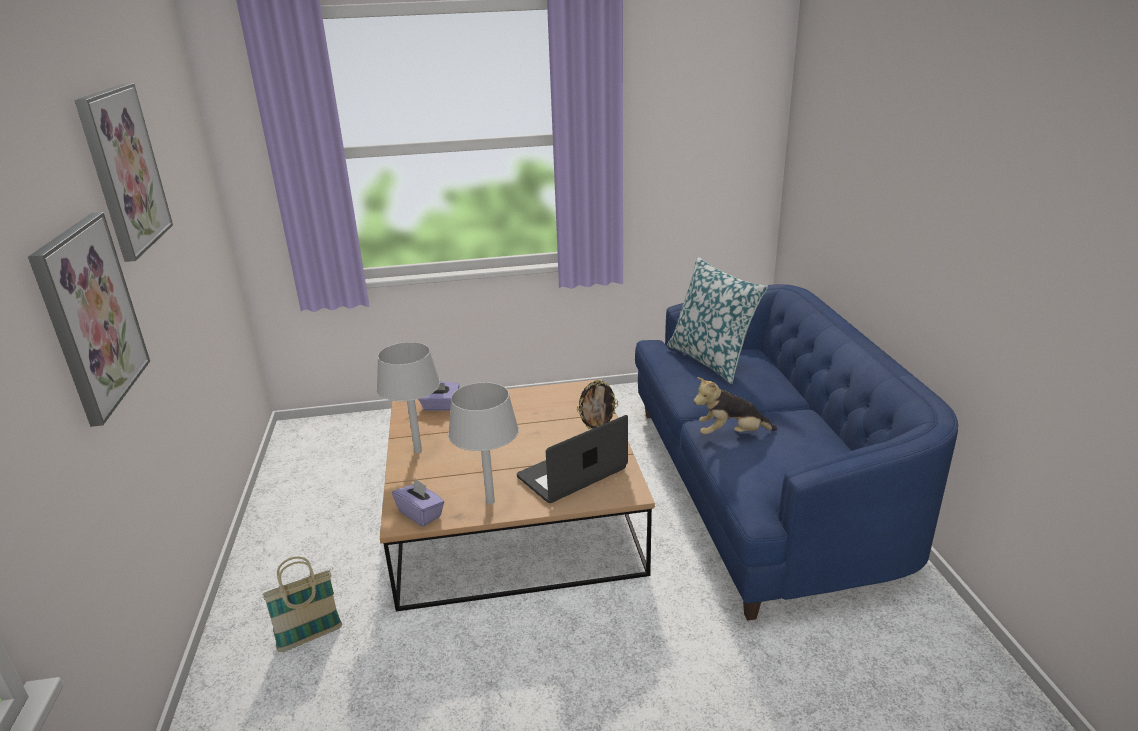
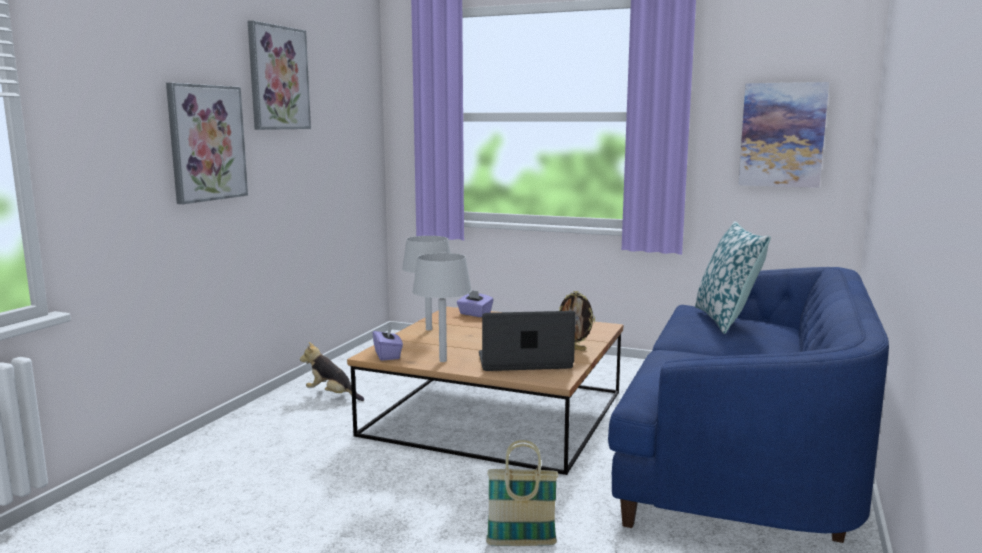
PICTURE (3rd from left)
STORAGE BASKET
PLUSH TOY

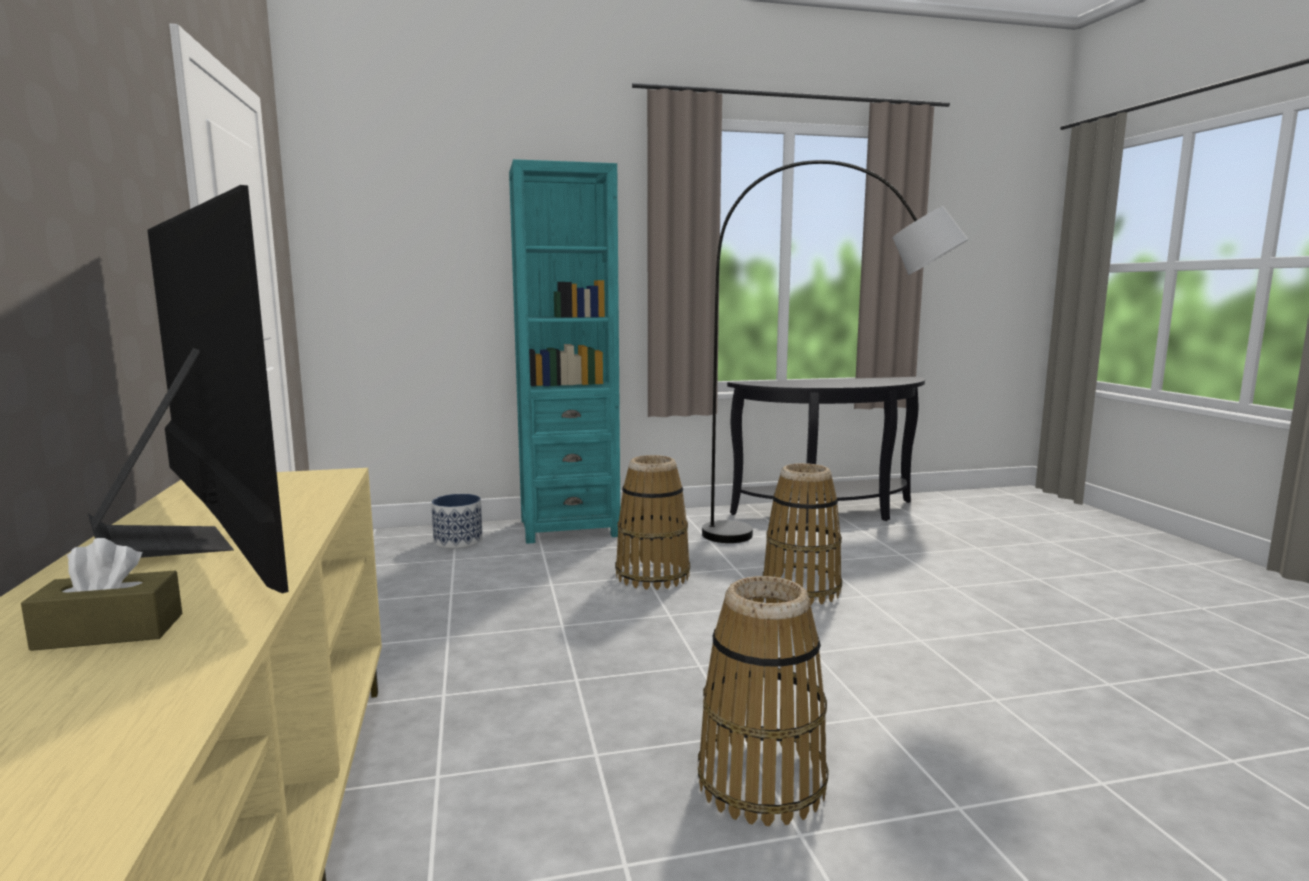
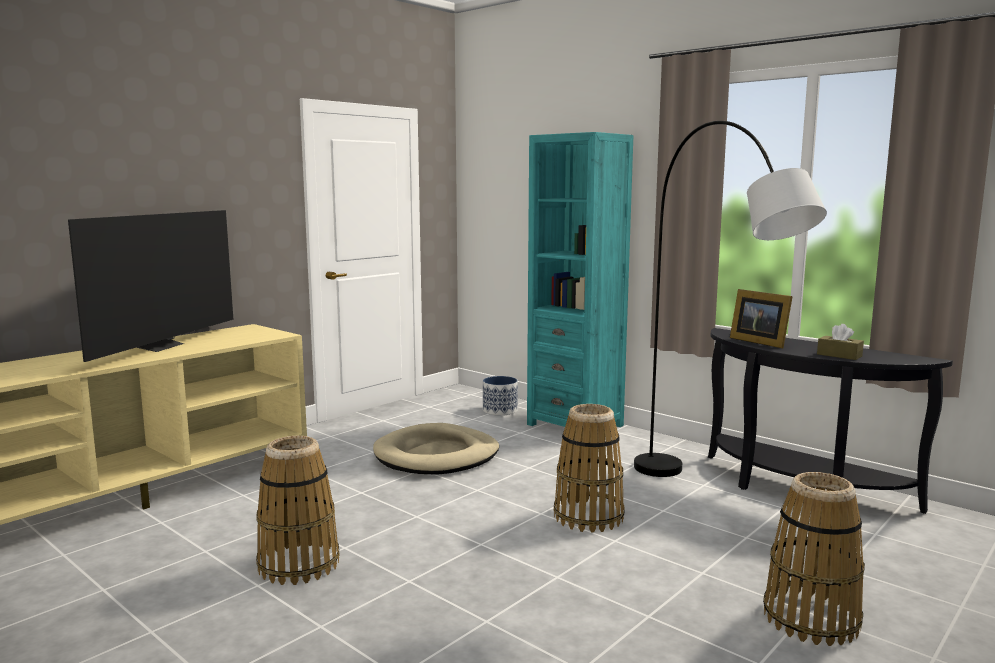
BEIGE DOG CUSHION
STANDING FRAME
BROWN-COLOURED TISSUE BOX
STORAGE BASKET (3rd from left)

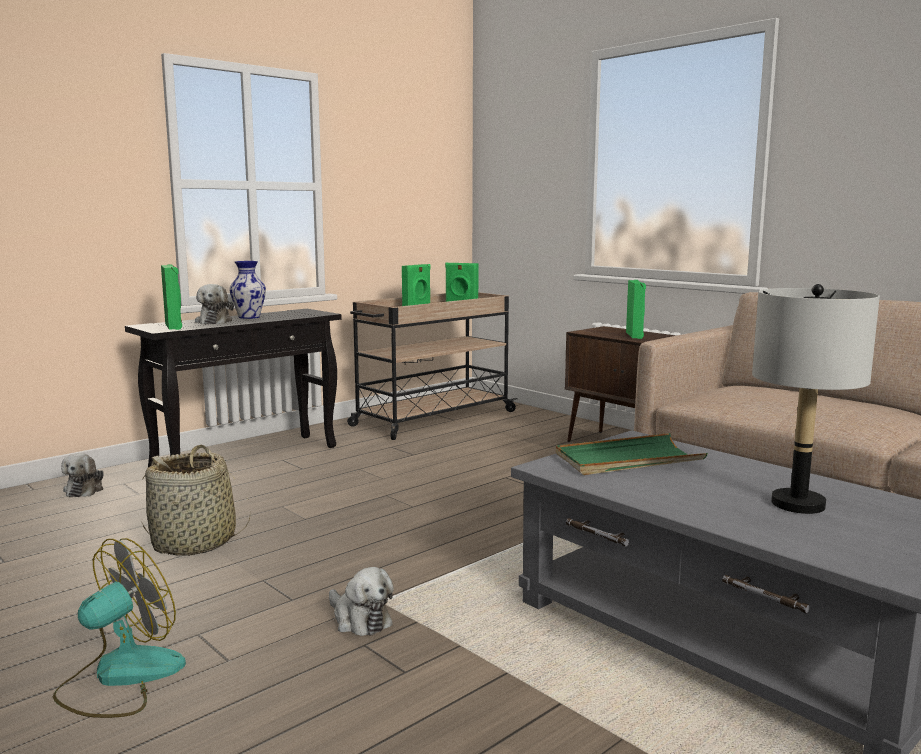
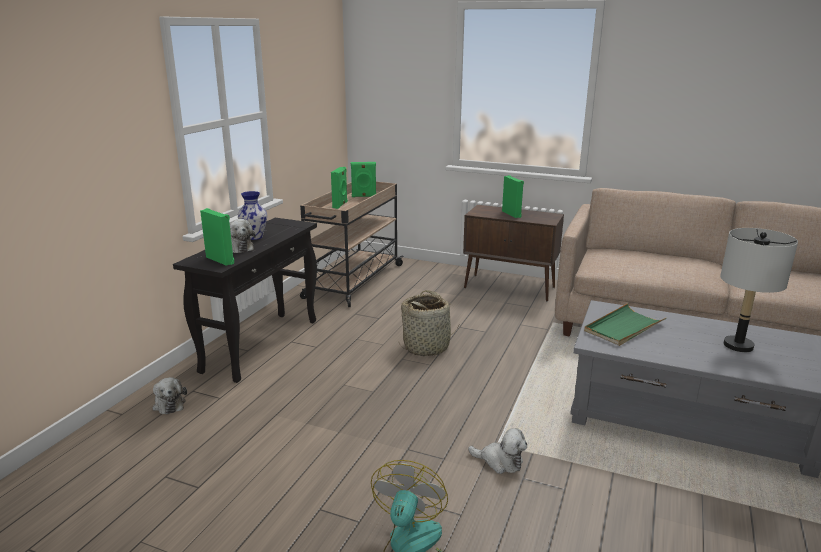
STORAGE BASKET

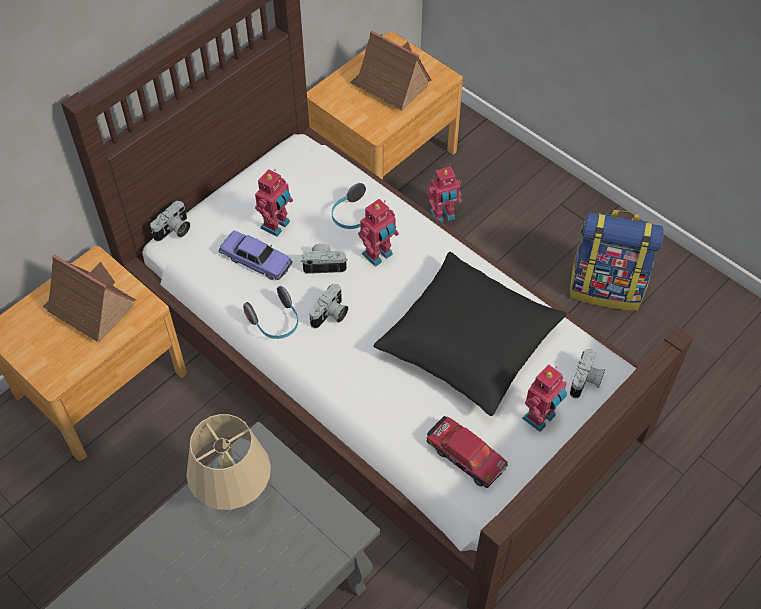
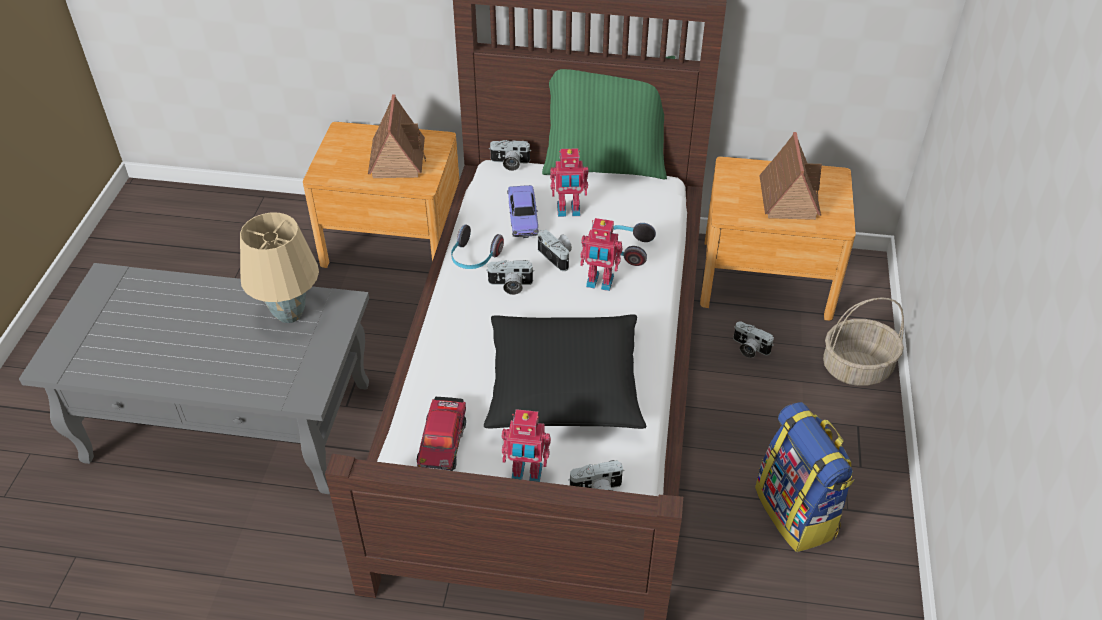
GREEN PILLOW
STORAGE BASKET
STILL CAMERA (5th from left)

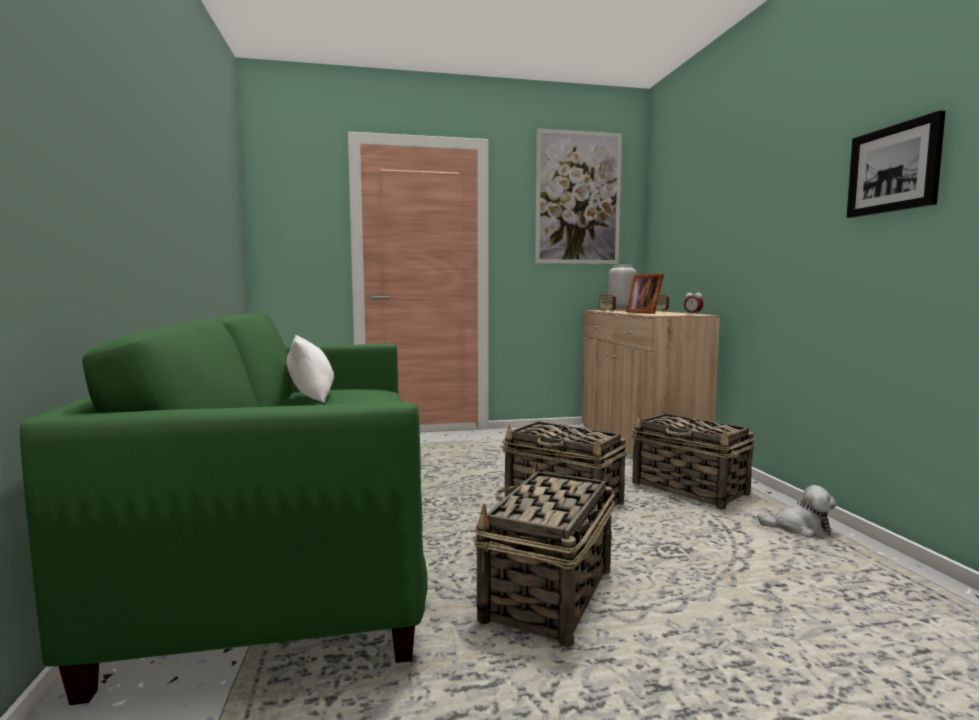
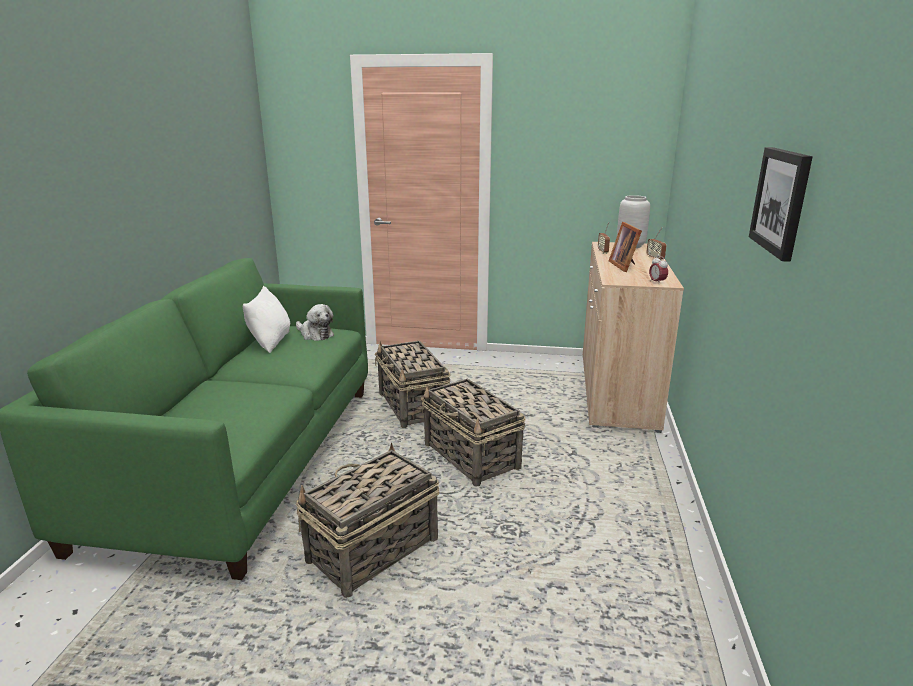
PICTURE (1st from left in the first image)
STORAGE BASKET (2nd from left)
PLUSH TOY

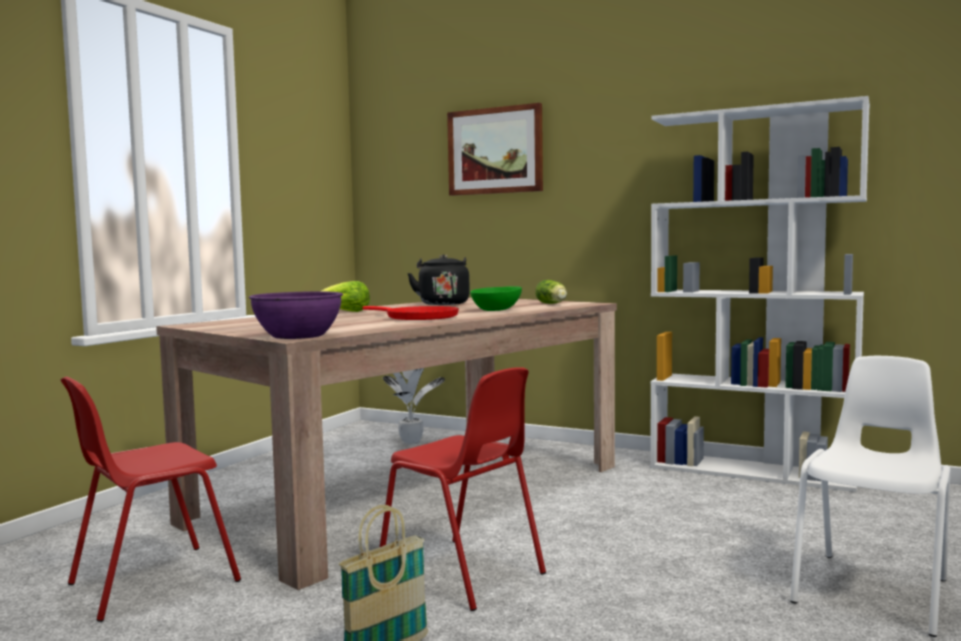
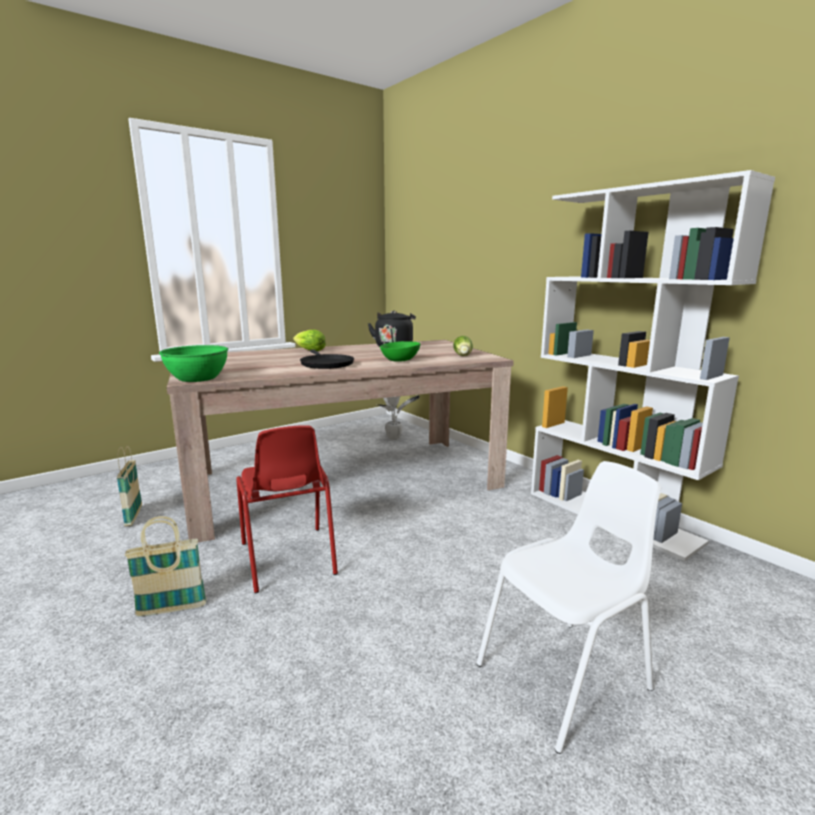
PICTURE
STORAGE BASKET (1st from left)
GREEN BOWL (1st from left)
BLACK PAN

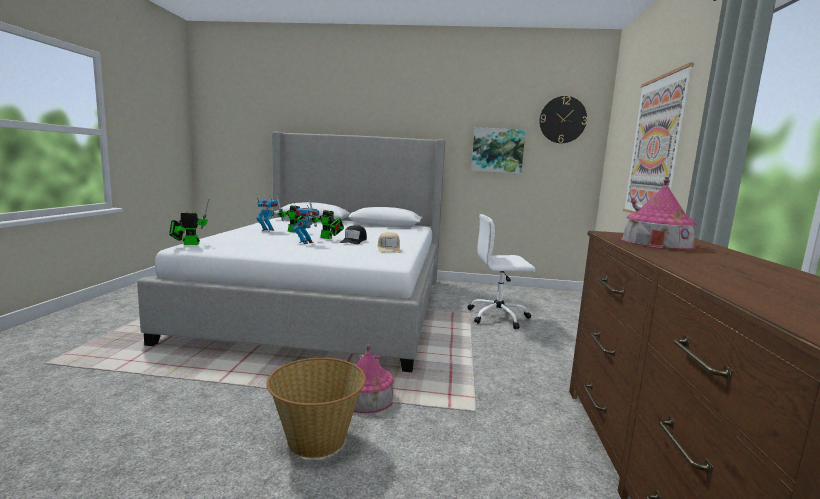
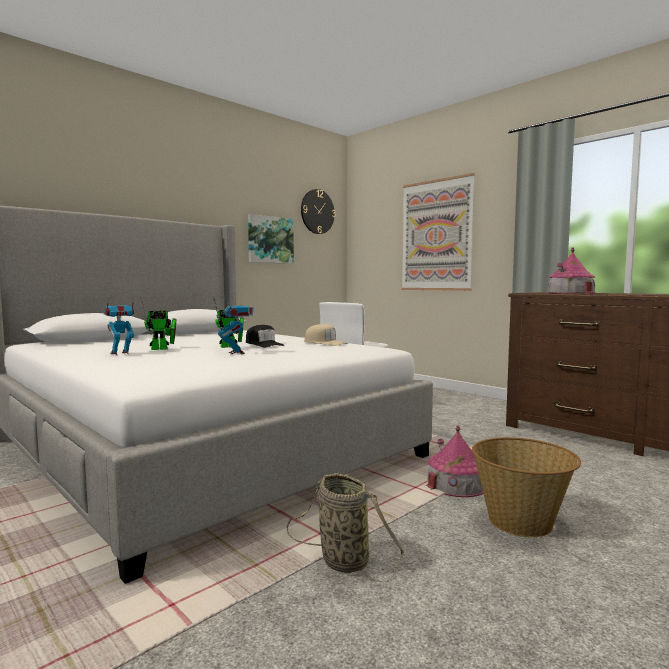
ROBOT FIGURE (1st from left in the first image)
STORAGE BASKET (1st from left)

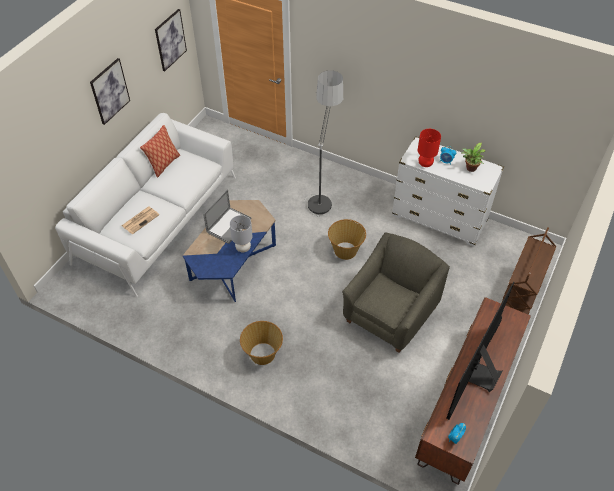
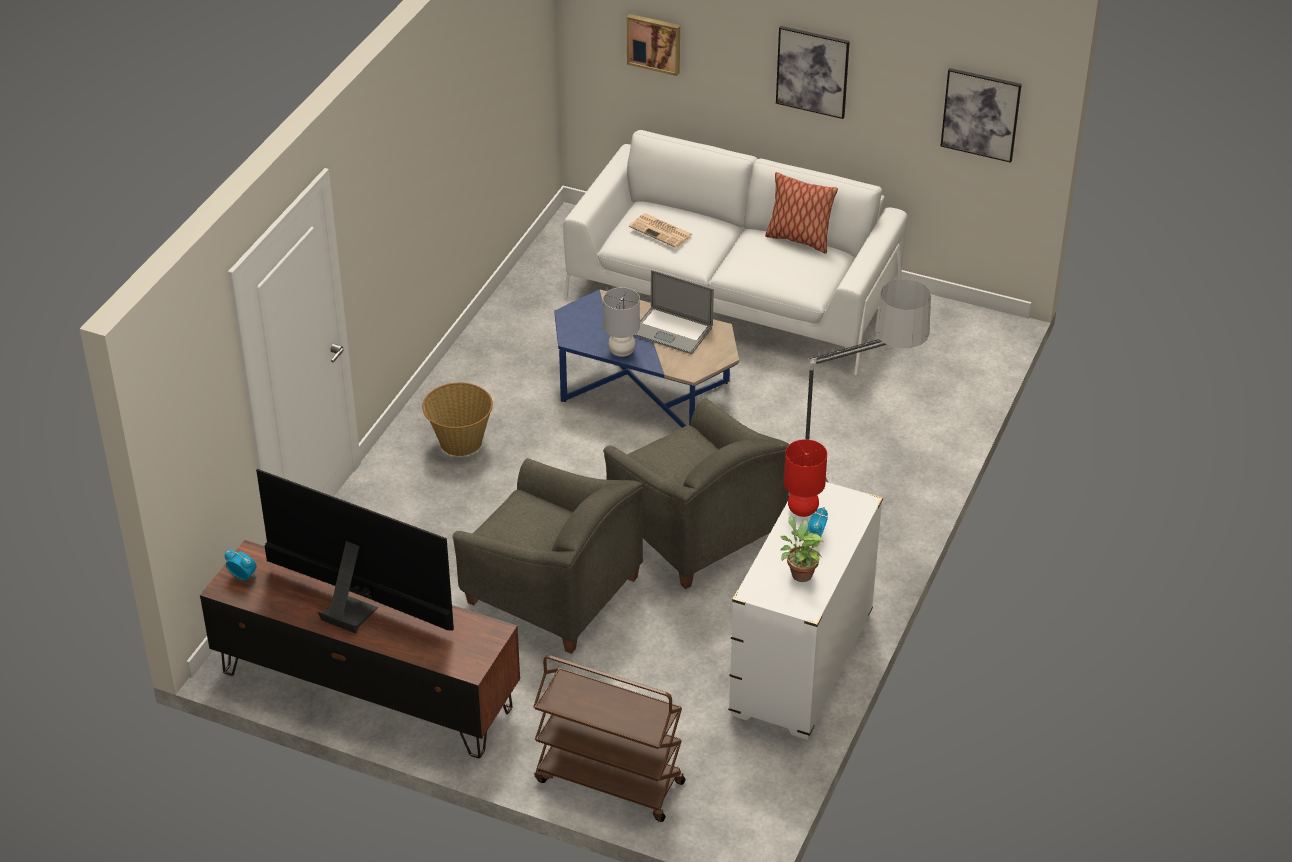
PICTURE (1st from left)
GREY EASY CHAIR (2nd from left)

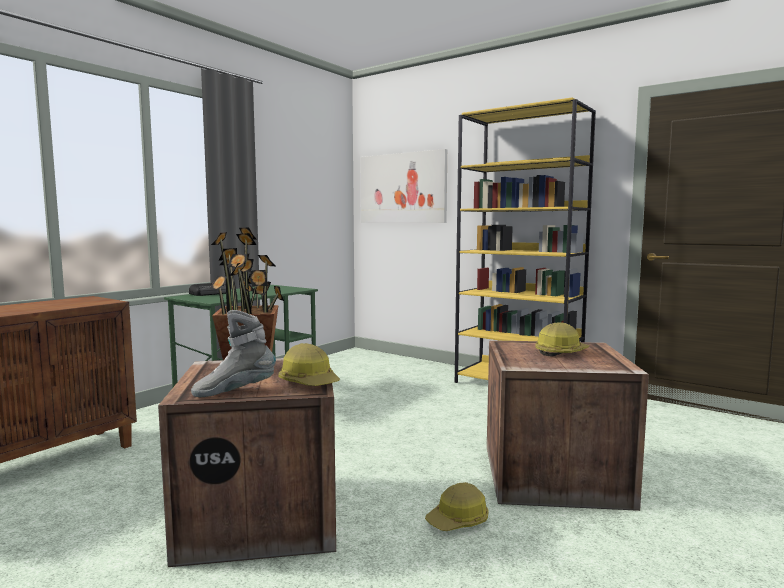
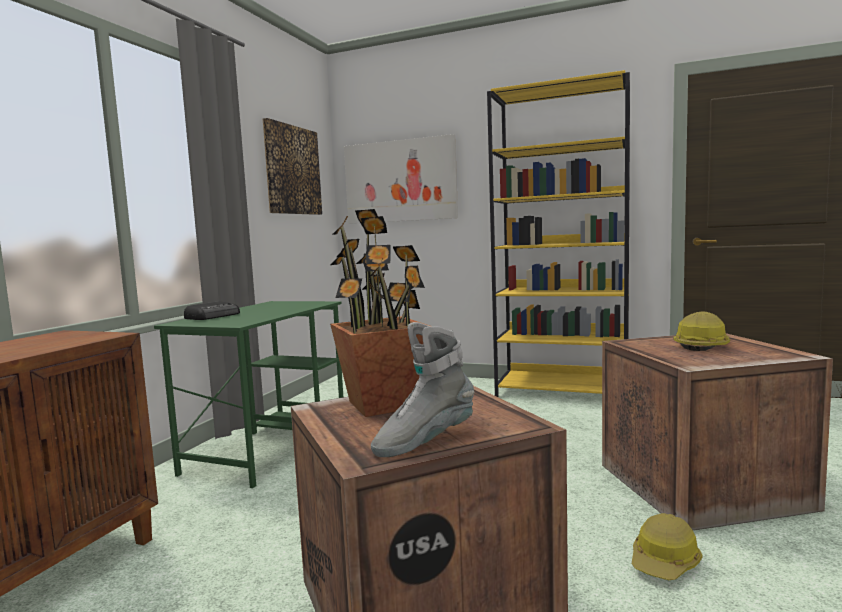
SAFETY HELMET (1st from left in the first image)
PICTURE (1st from left)

